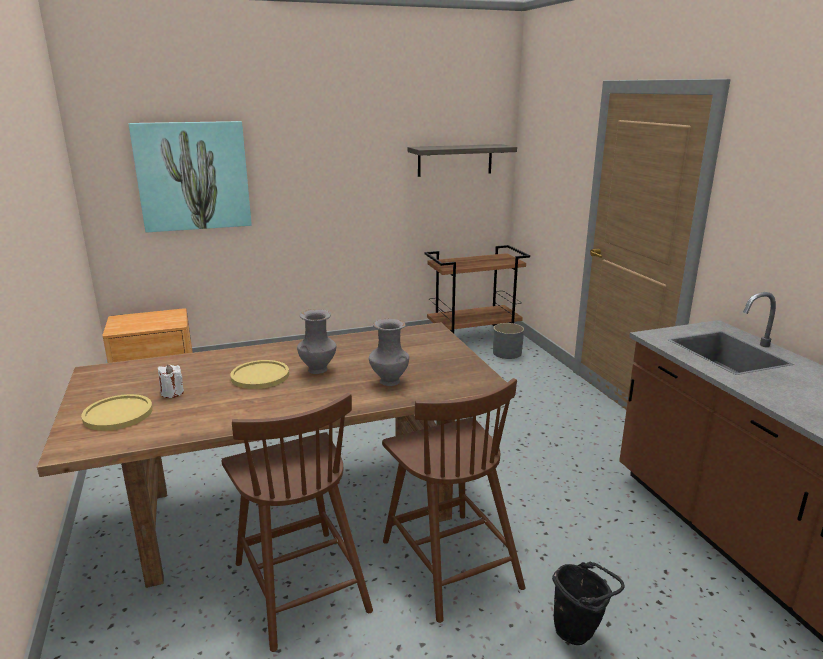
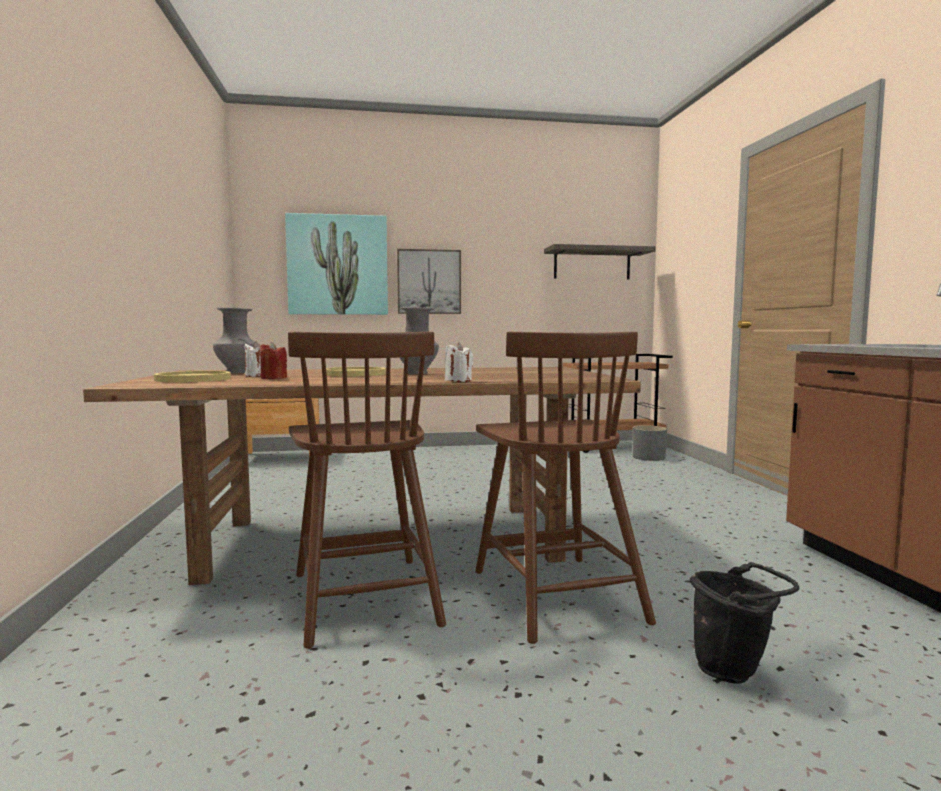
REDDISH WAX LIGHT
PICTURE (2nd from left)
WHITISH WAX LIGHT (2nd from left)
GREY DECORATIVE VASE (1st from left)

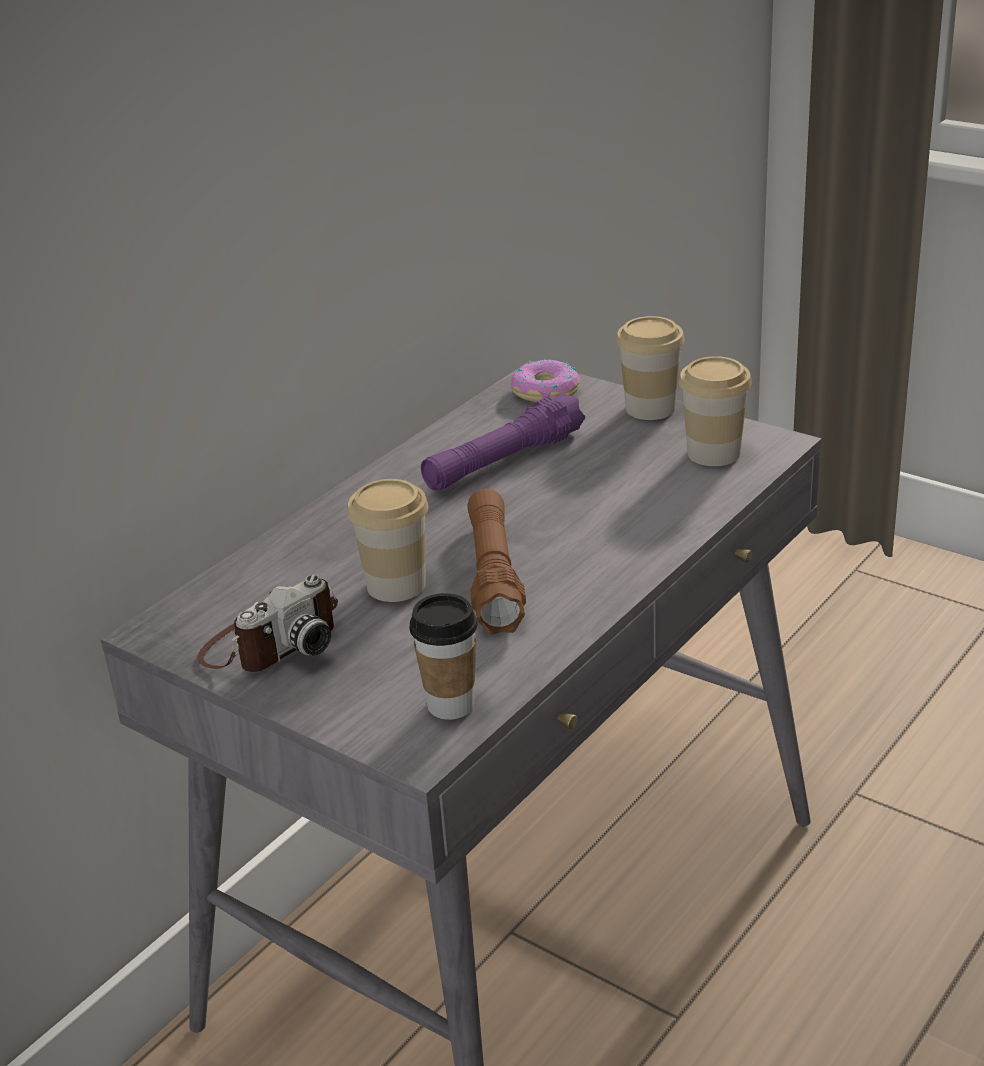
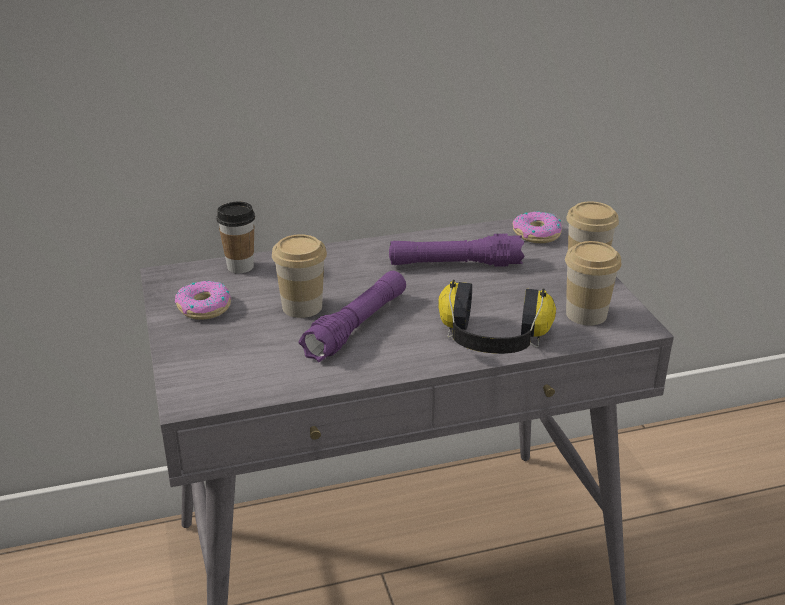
PAIR OF HEADPHONES
CUP (1st from left)
DOUGHNUT (1st from left)
PURPLISH TORCH (1st from left)

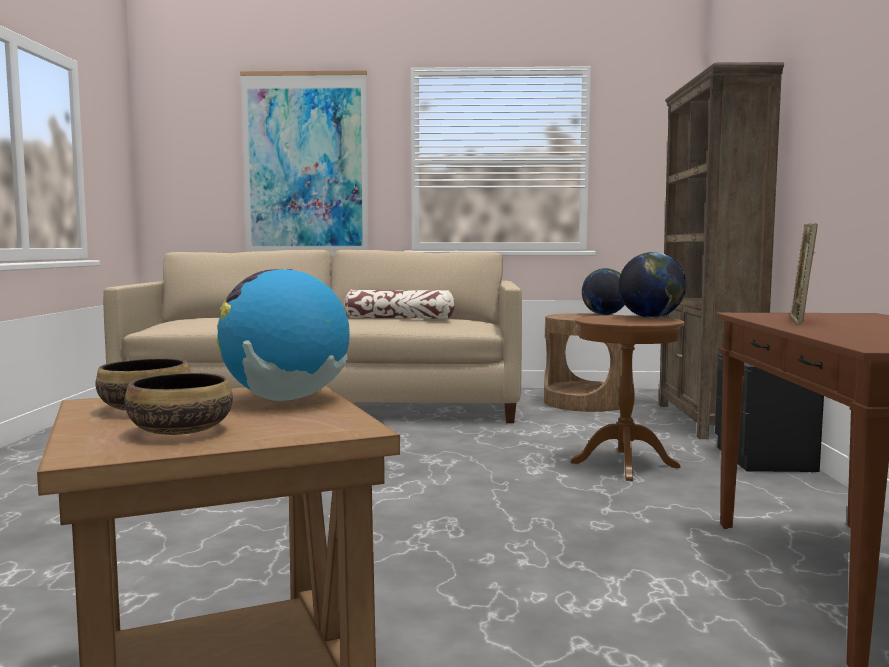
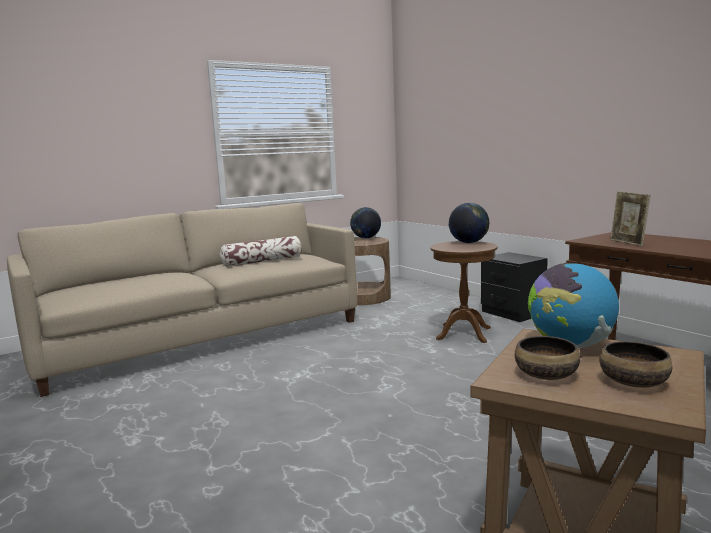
PICTURE
BROWN-COLOURED BOOKCASE

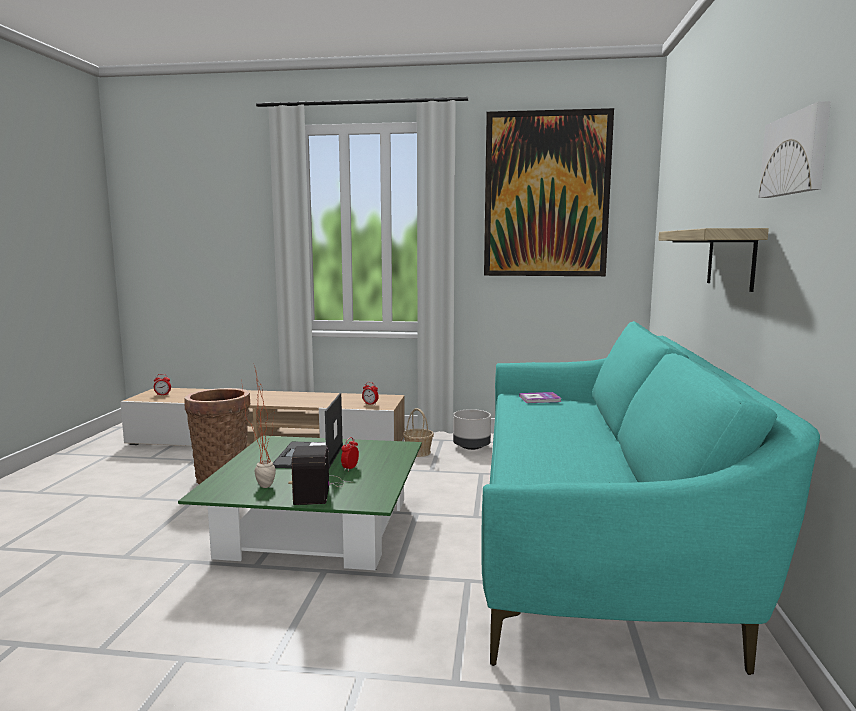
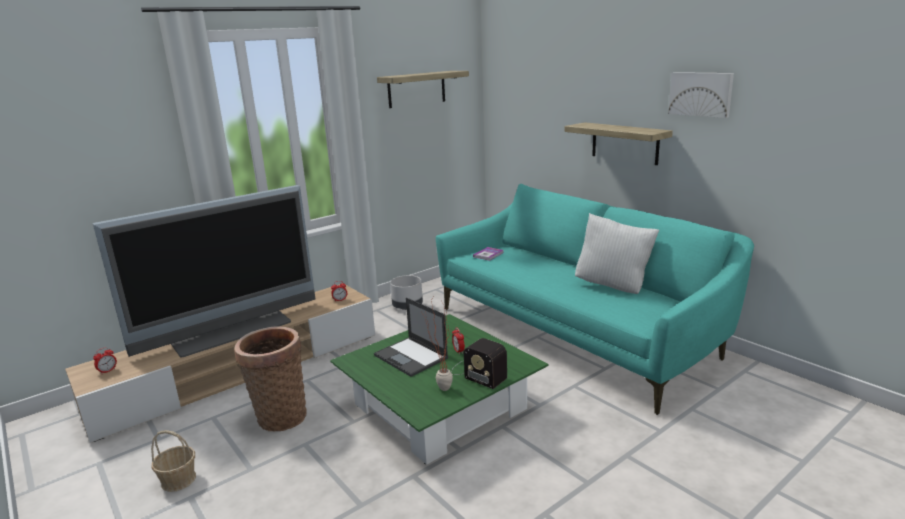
TV
WHITISH PILLOW
STORAGE BASKET (1st from left)
SHELF (1st from left)

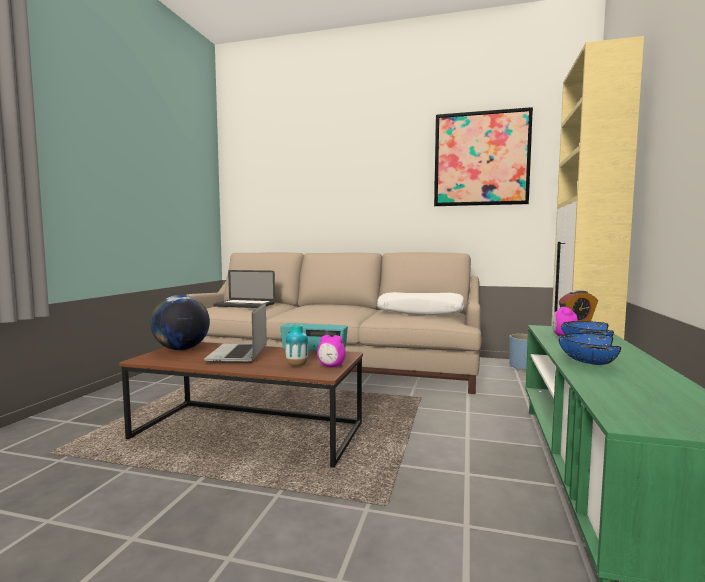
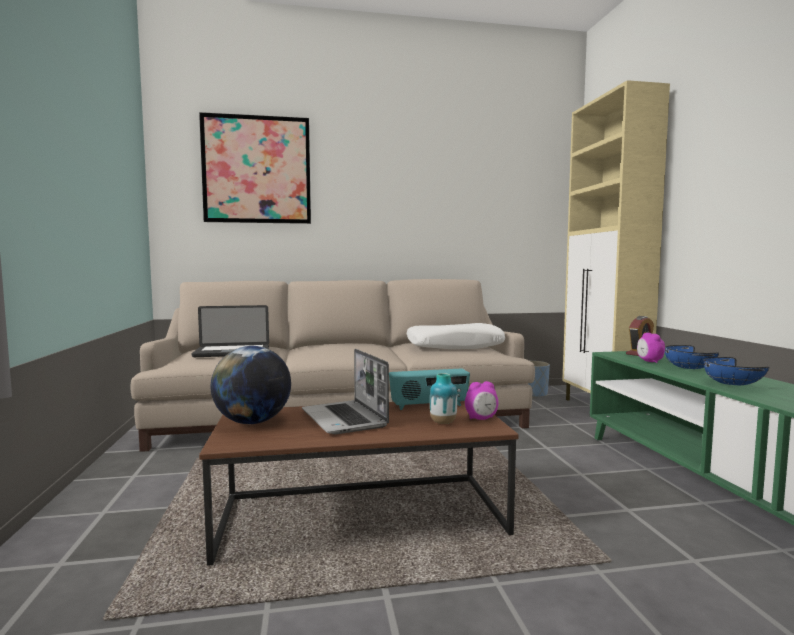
PICTURE

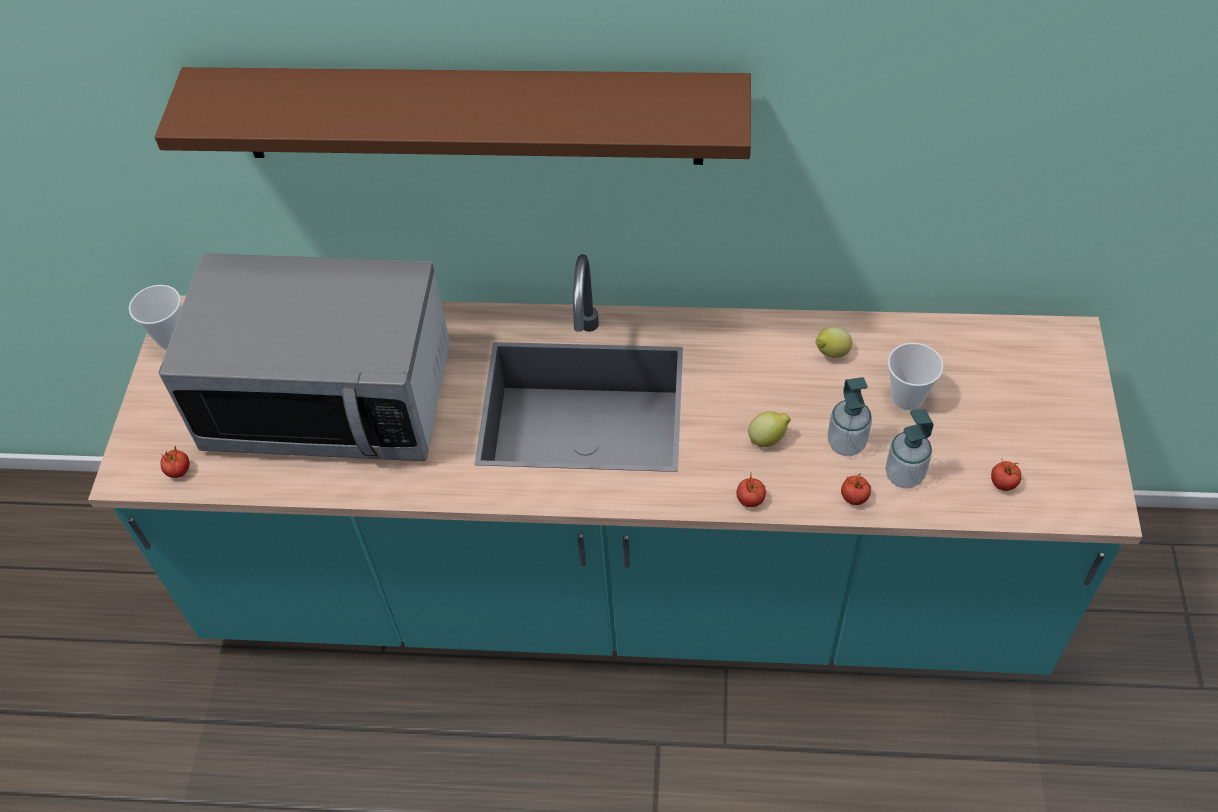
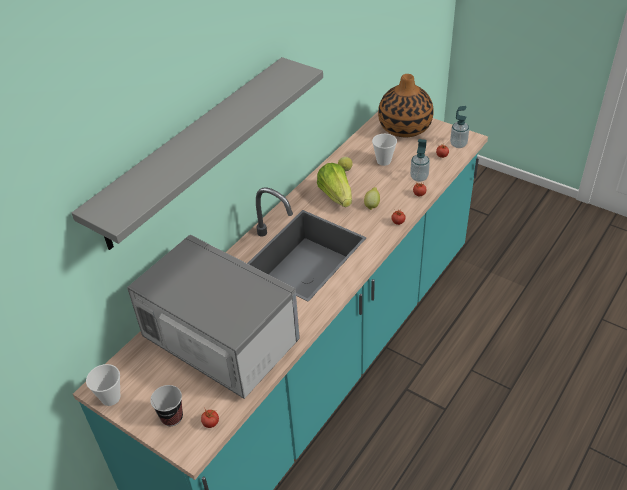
CUP (2nd from left)
LETTUCE HEAD
DECORATIVE VASE
SOAP BOTTLE (2nd from left)
GREY SHELF
MICROWAVE

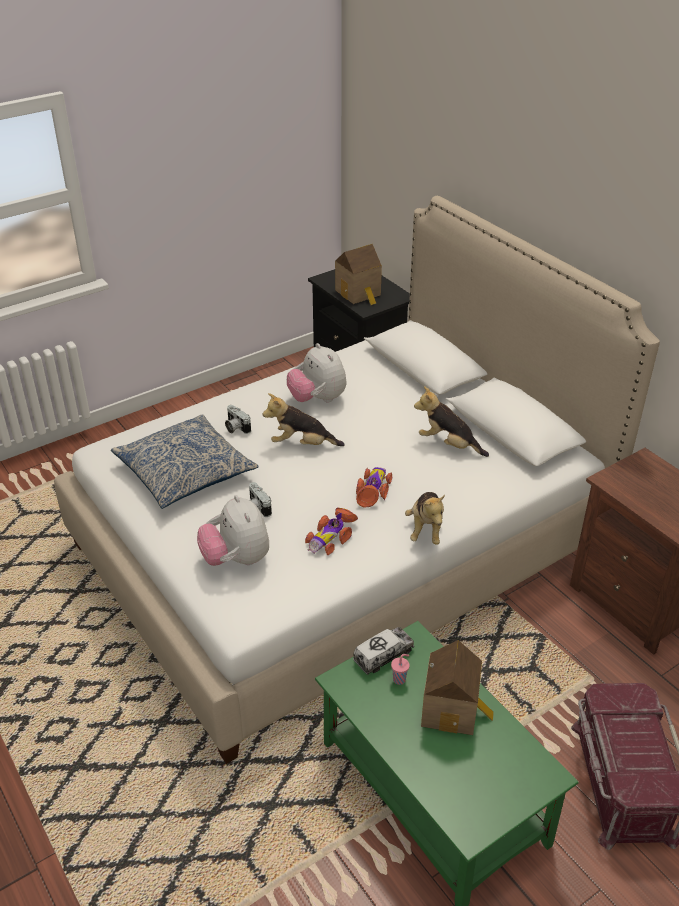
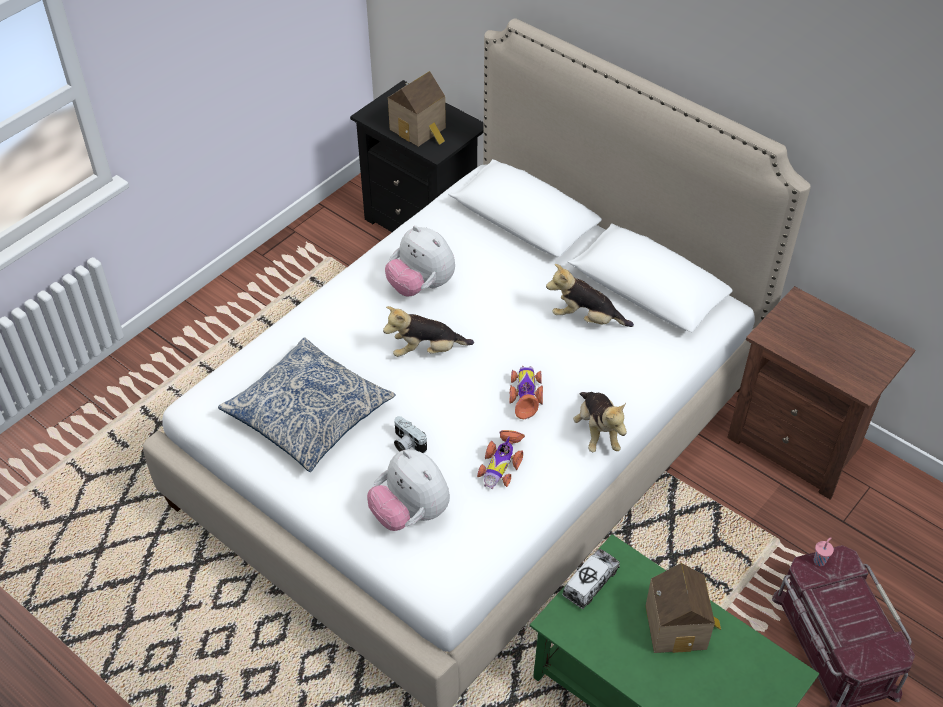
STILL CAMERA (1st from left in the first image)
PINK-COLOURED CUP

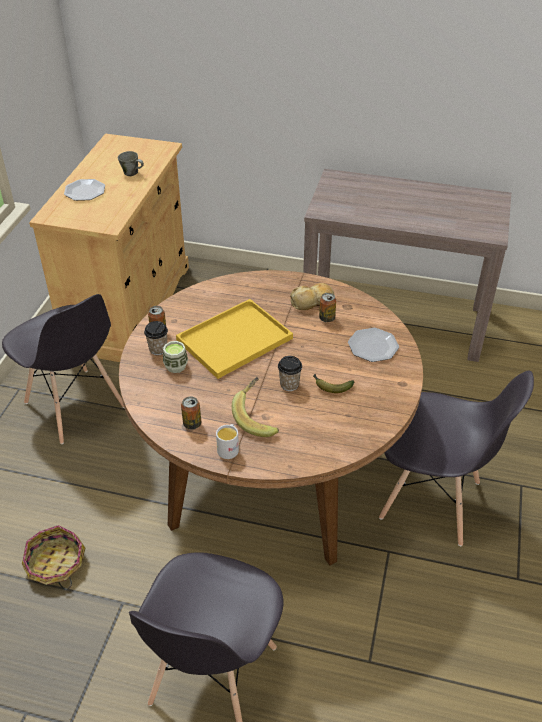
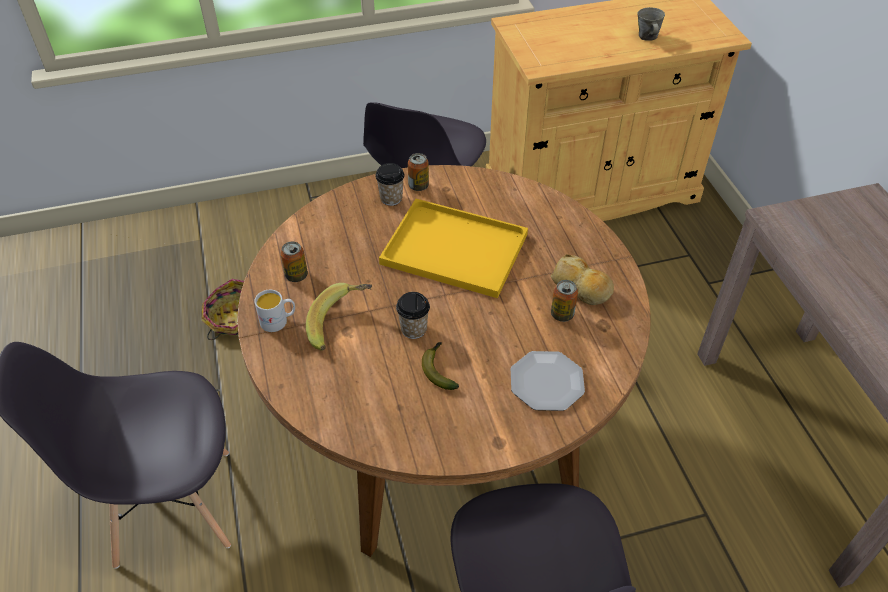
PLATE (1st from left in the first image)
CUP (2nd from left in the first image)

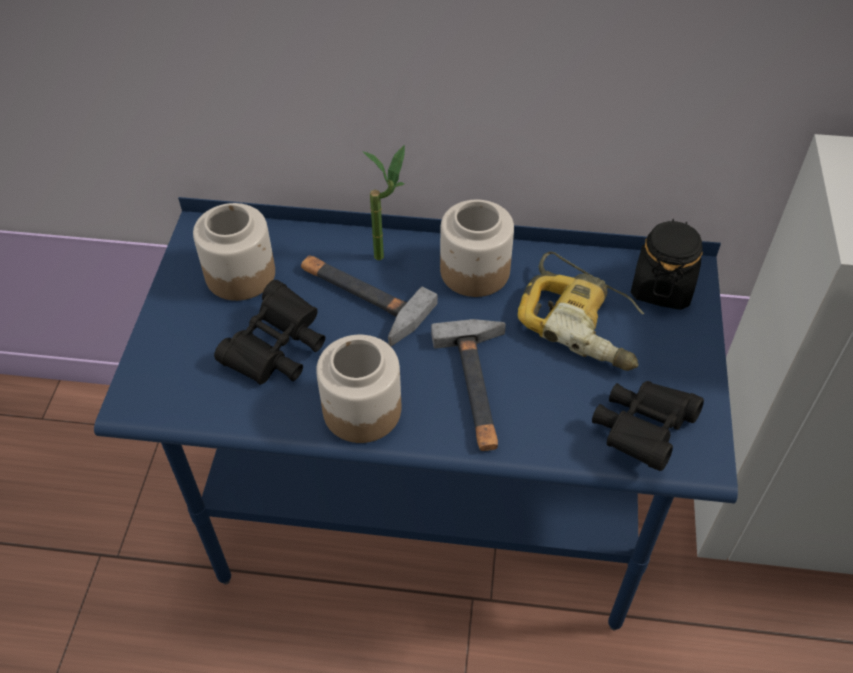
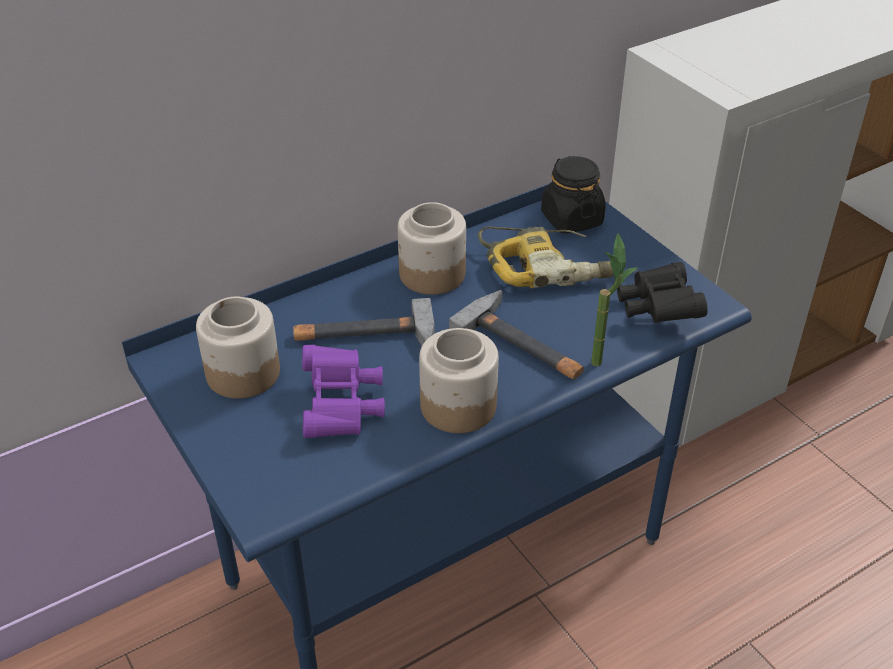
HOUSEPLANT
PURPLISH PAIR OF BINOCULARS

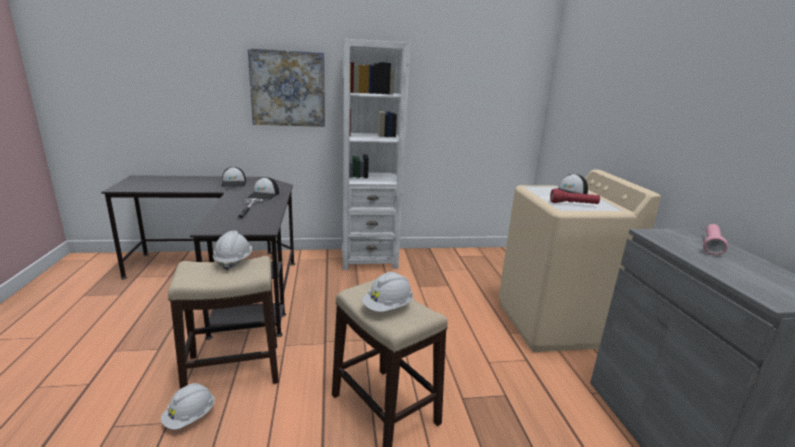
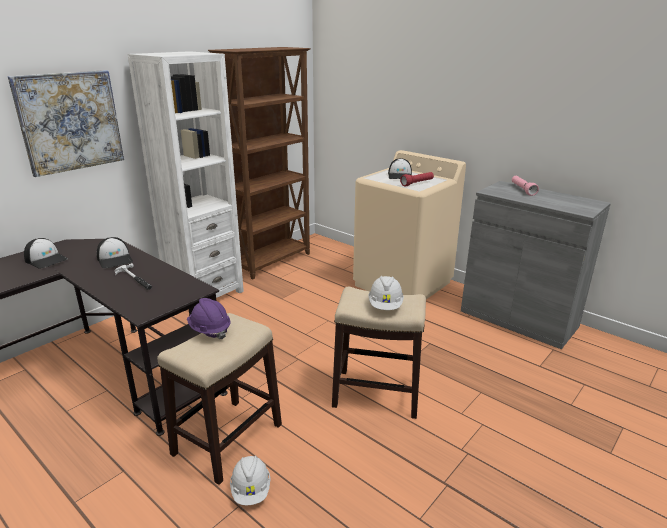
BROWN-COLOURED BOOKCASE
PURPLISH SAFETY HELMET

